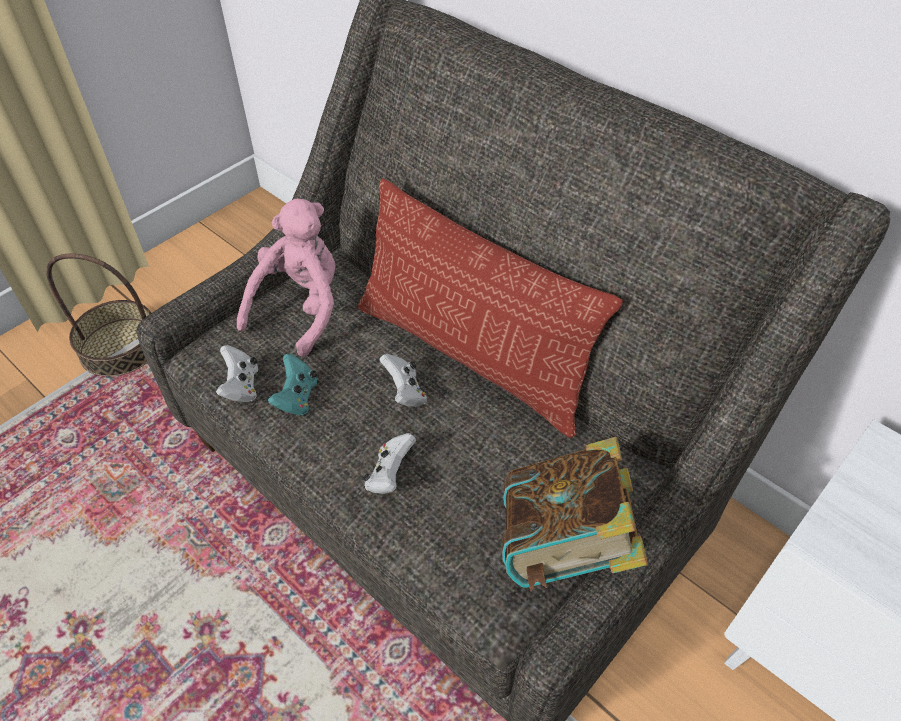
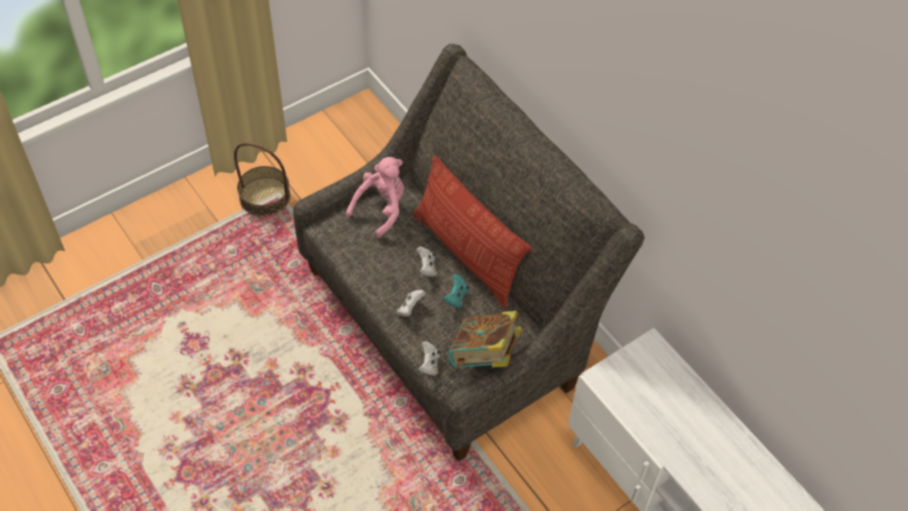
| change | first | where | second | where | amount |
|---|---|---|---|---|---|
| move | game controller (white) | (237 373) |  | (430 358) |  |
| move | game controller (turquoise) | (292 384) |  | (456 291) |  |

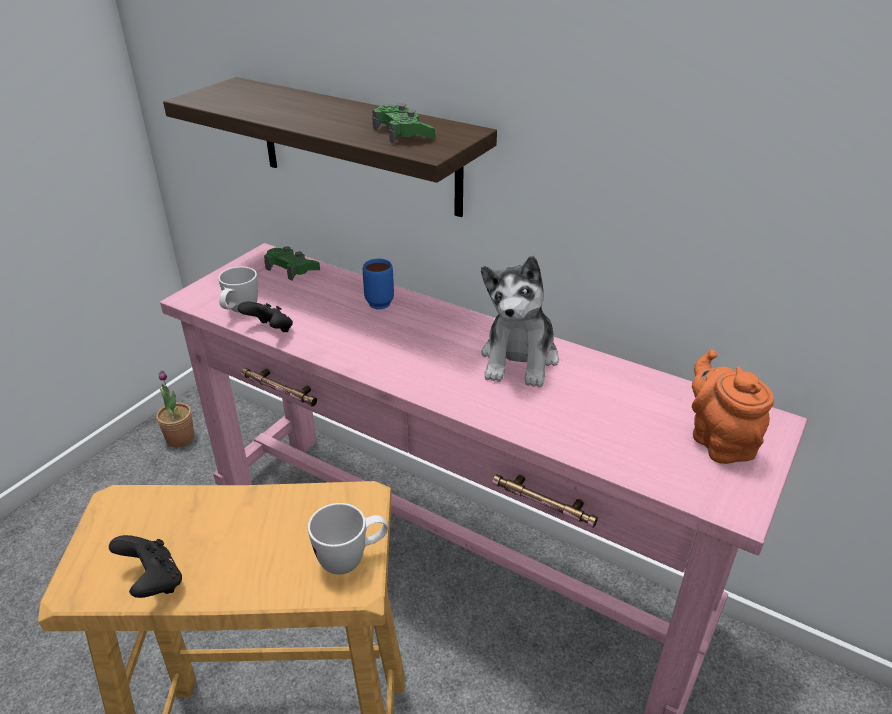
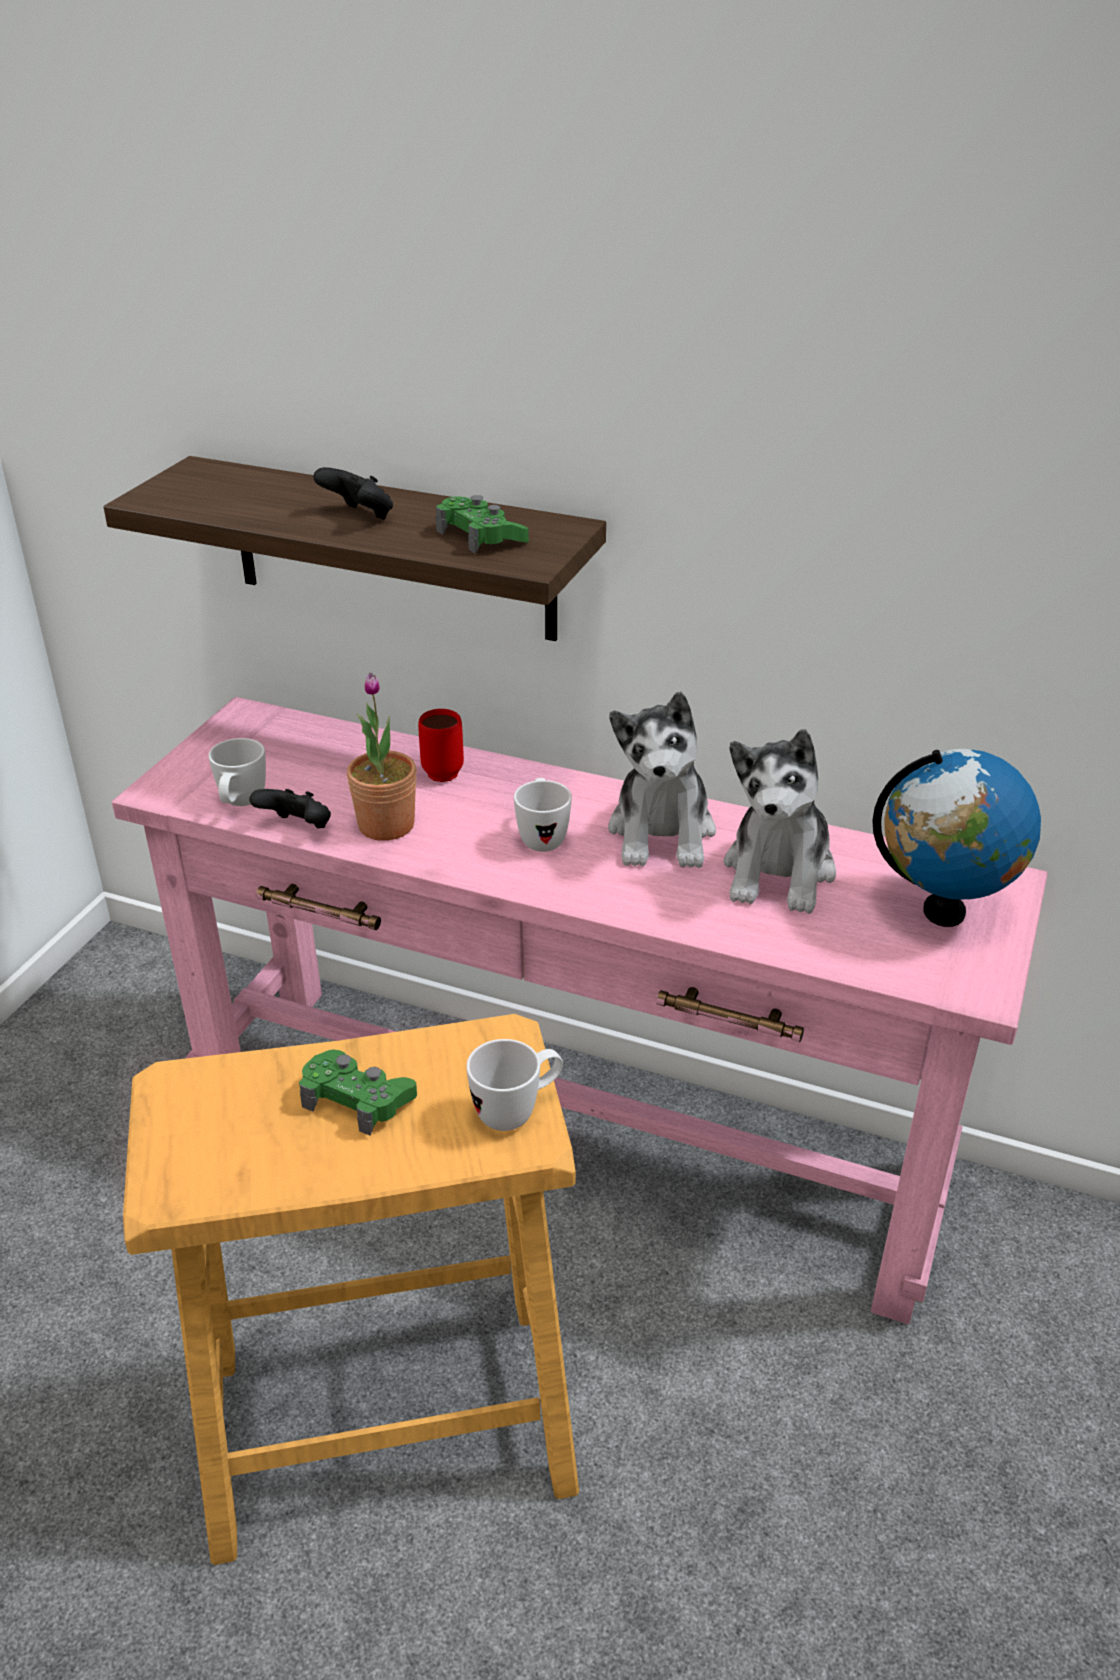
| change | first | where | second | where | amount |
|---|---|---|---|---|---|
| move | game controller (green) | (292 263) |  | (358 1092) |  |
| move | game controller (black) | (145 566) |  | (353 493) |  |
| move | potted plant | (175 408) |  | (382 757) |  |
| recolor | mug (blue) | (378 284) | mug (red) | (441 745) |  |
| insert |  |  | mug (white) | (543 815) |  |
| insert |  |  | plush toy | (780 821) |  |
| replace | teapot (orange) | (733 407) | globe | (956 838) |  |

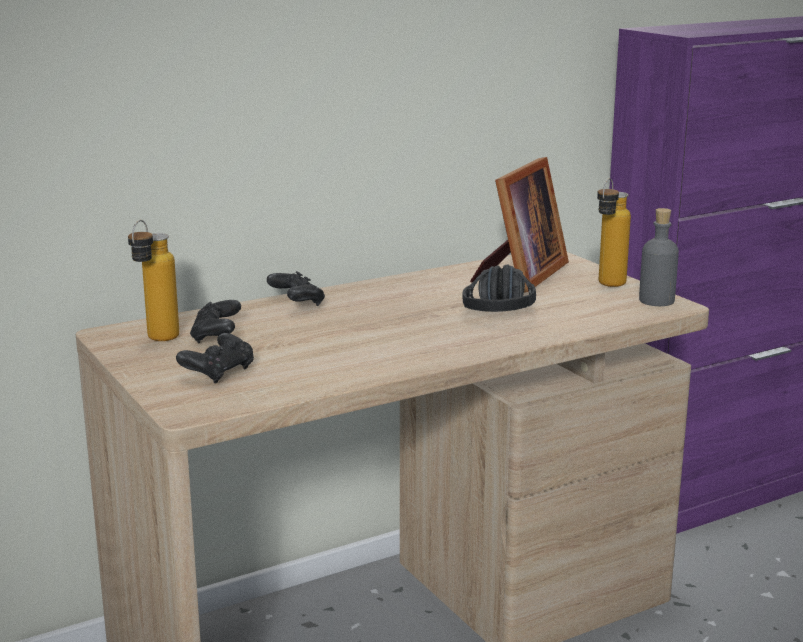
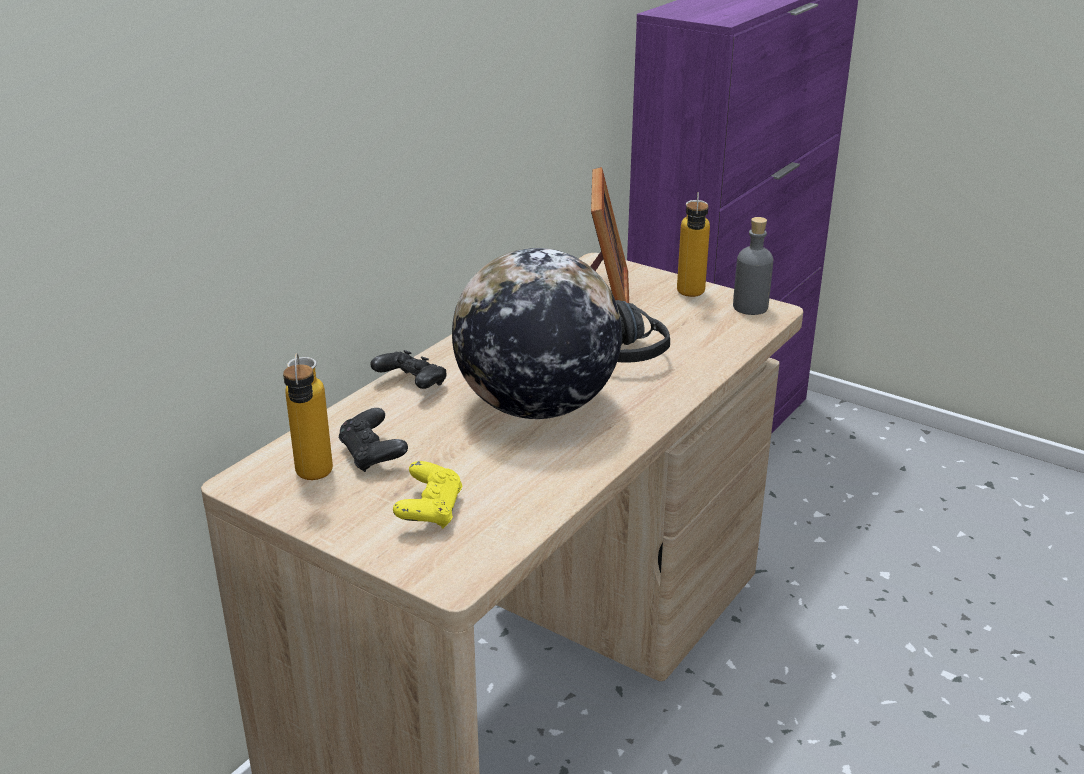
| change | first | where | second | where | amount |
|---|---|---|---|---|---|
| recolor | game controller (black) | (215 358) | game controller (yellow) | (427 495) |  |
| insert |  |  | globe | (537 333) |  |

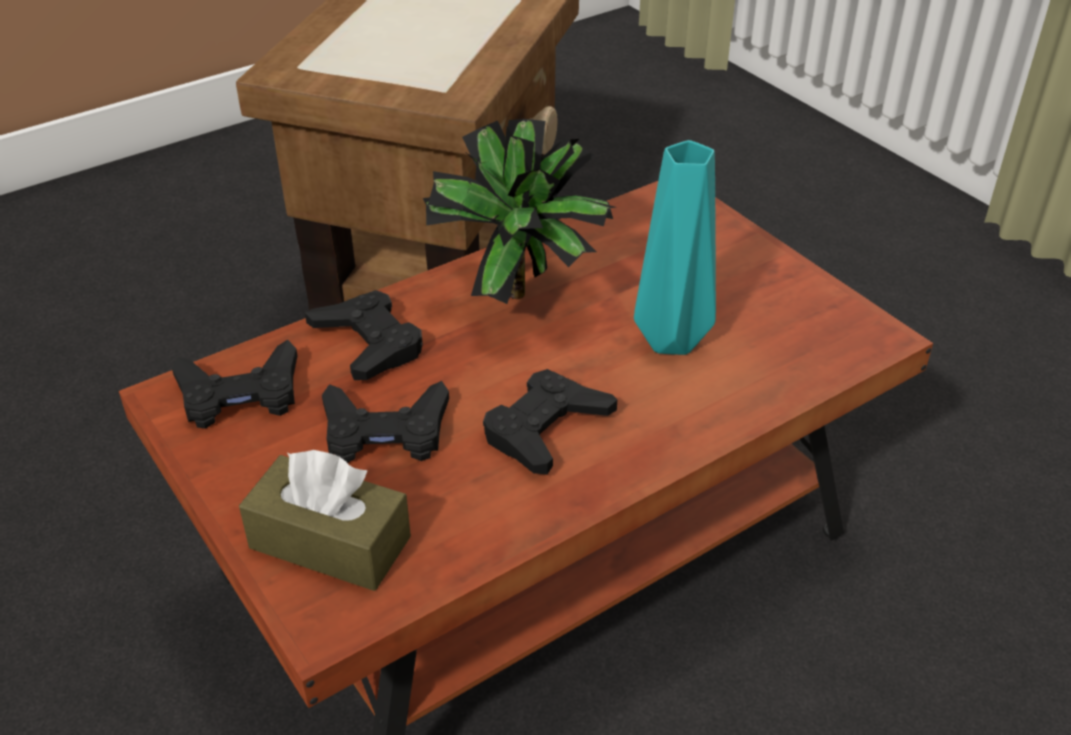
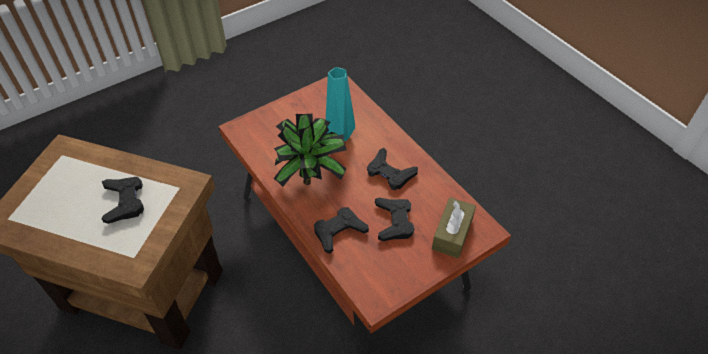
| change | first | where | second | where | amount |
|---|---|---|---|---|---|
| move | game controller (black) | (234 384) |  | (123 200) |  |

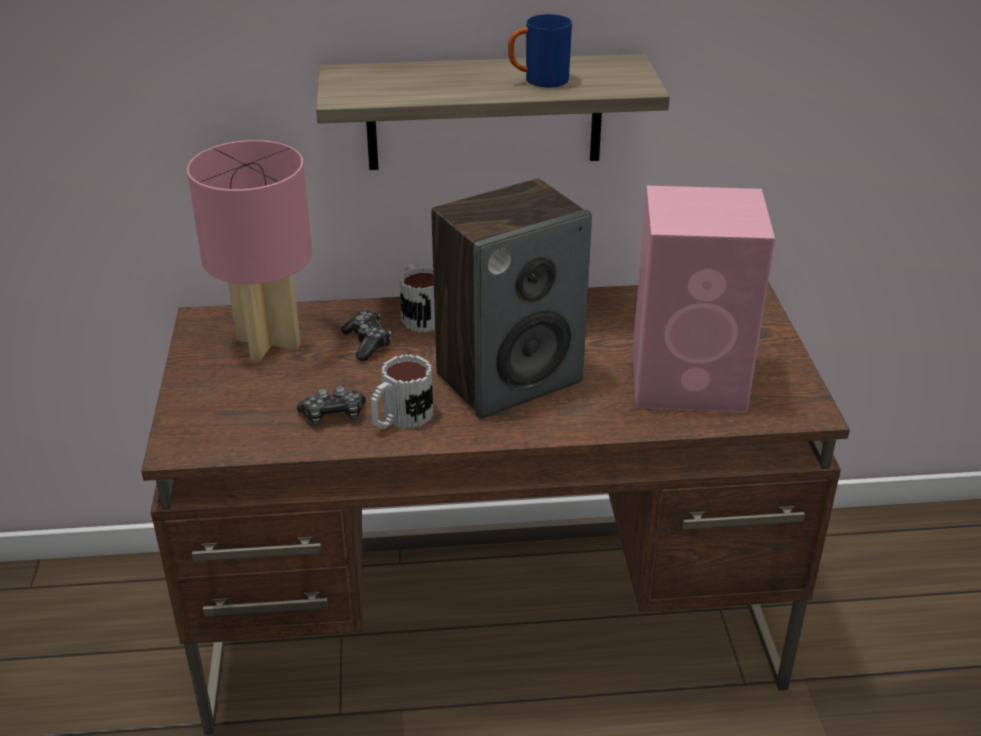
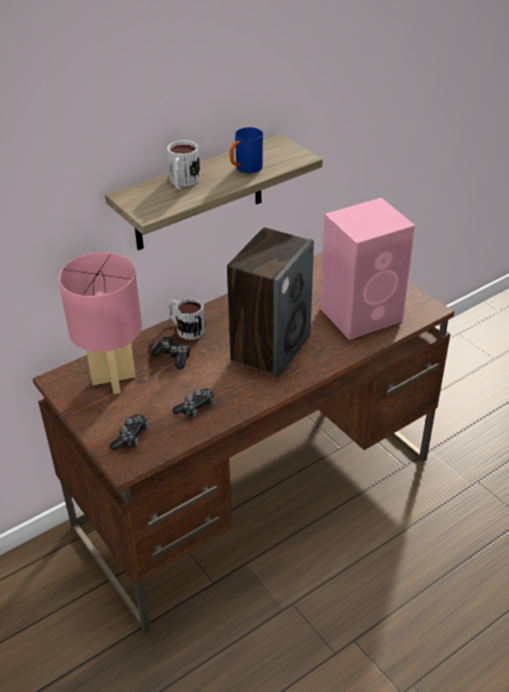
| change | first | where | second | where | amount |
|---|---|---|---|---|---|
| insert |  |  | game controller | (128 432) |  |
| move | mug | (402 392) |  | (184 165) |  |

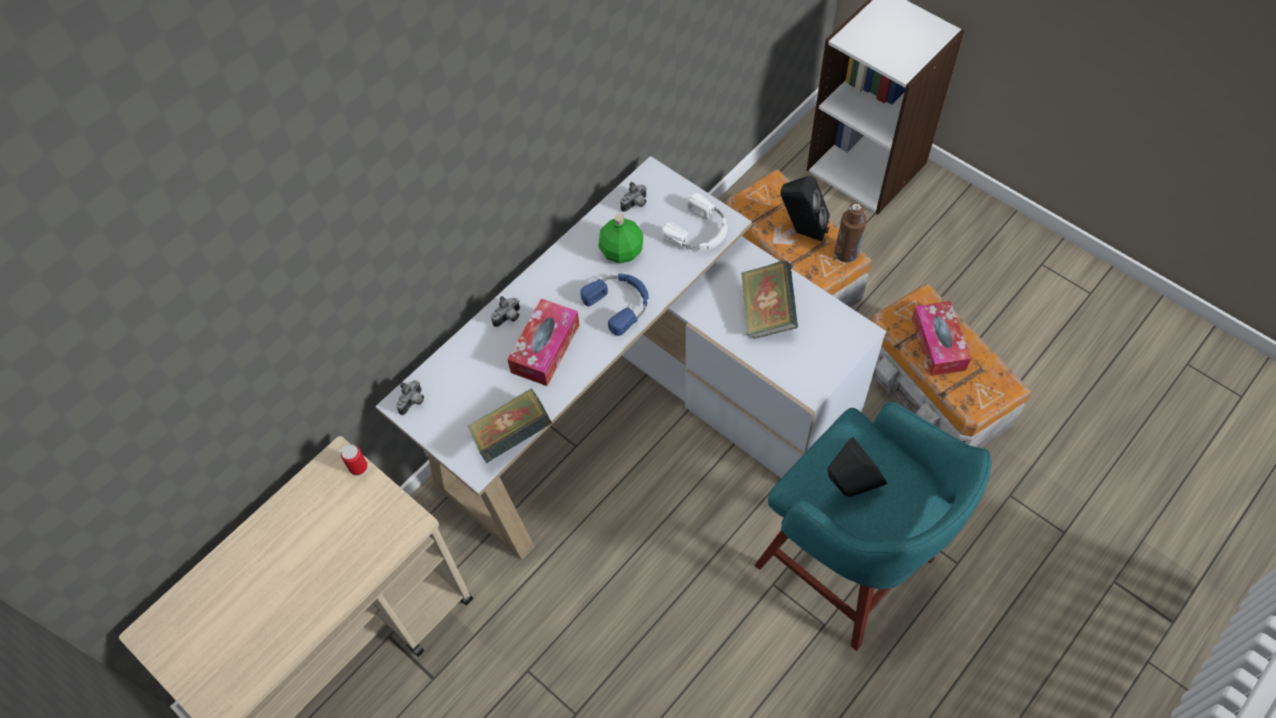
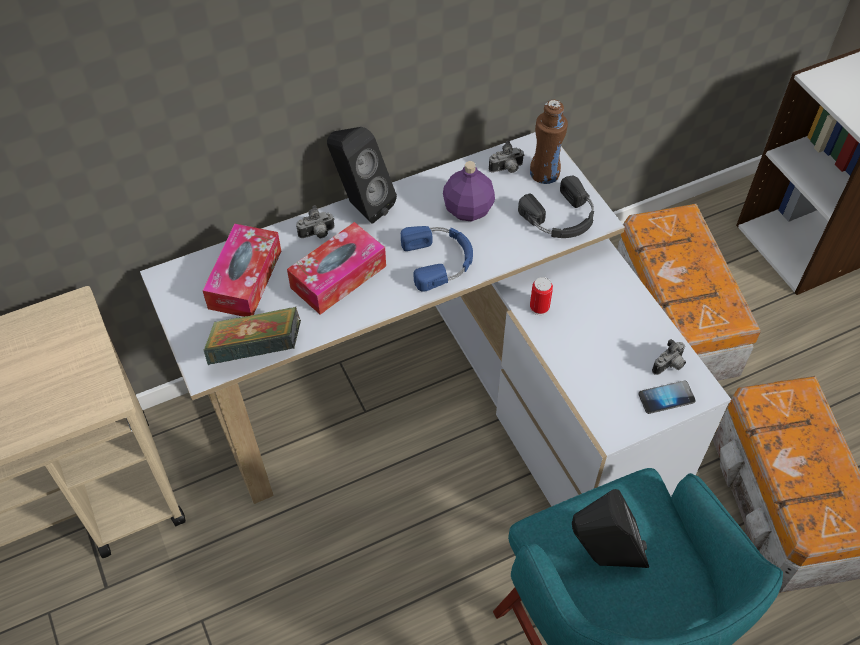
| change | first | where | second | where | amount |
|---|---|---|---|---|---|
| move | tissue box | (941 338) |  | (241 270) |  |
| move | speaker (black) | (805 209) |  | (362 175) |  |
| recolor | bottle (green) | (620 238) | bottle (purple) | (469 191) |  |
| recolor | headphones (white) | (694 222) | headphones (black) | (556 207) |  |
| move | bottle (brown) | (850 232) |  | (549 142) |  |
| move | can | (354 460) |  | (541 296) |  |
| insert |  |  | phone | (667 397) |  |
| move | photo camera | (410 397) |  | (669 357) |  |
| delete | book | (769 300) |  |  |  |

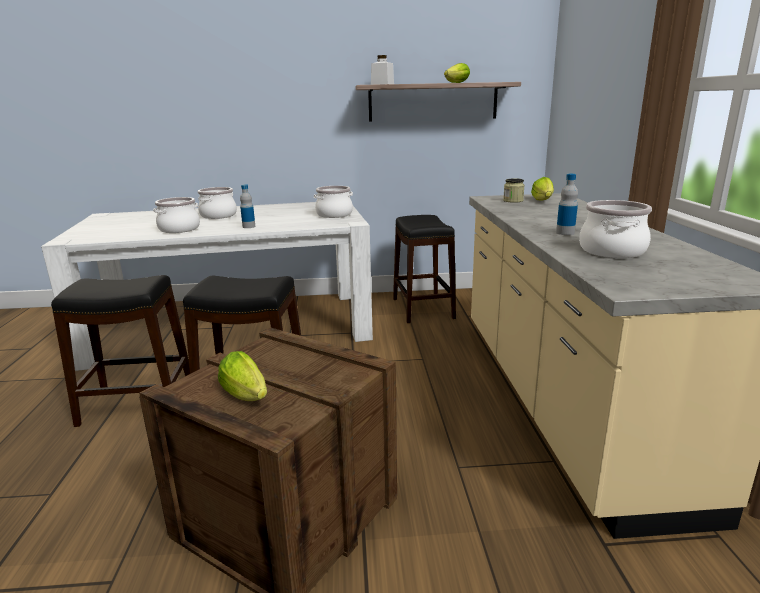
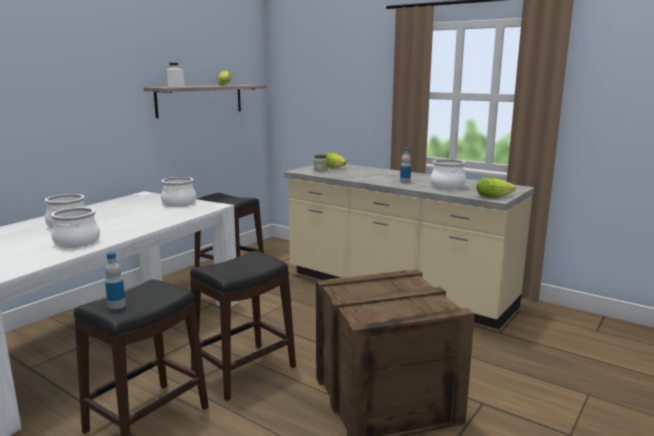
| change | first | where | second | where | amount |
|---|---|---|---|---|---|
| move | bottle | (247 206) |  | (115 280) |  |
| move | lettuce | (242 376) |  | (496 187) |  |

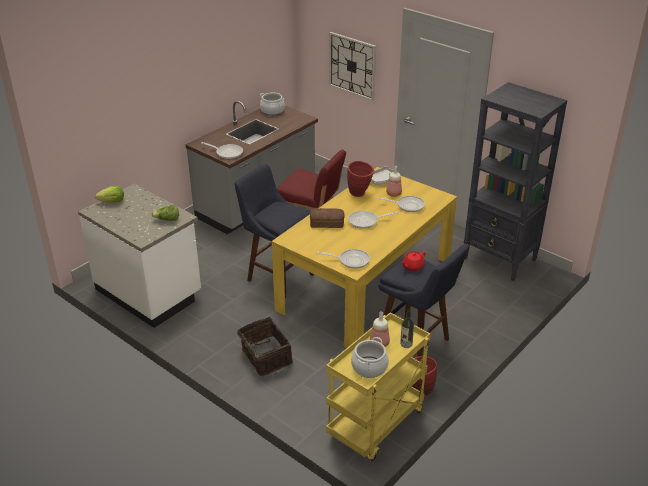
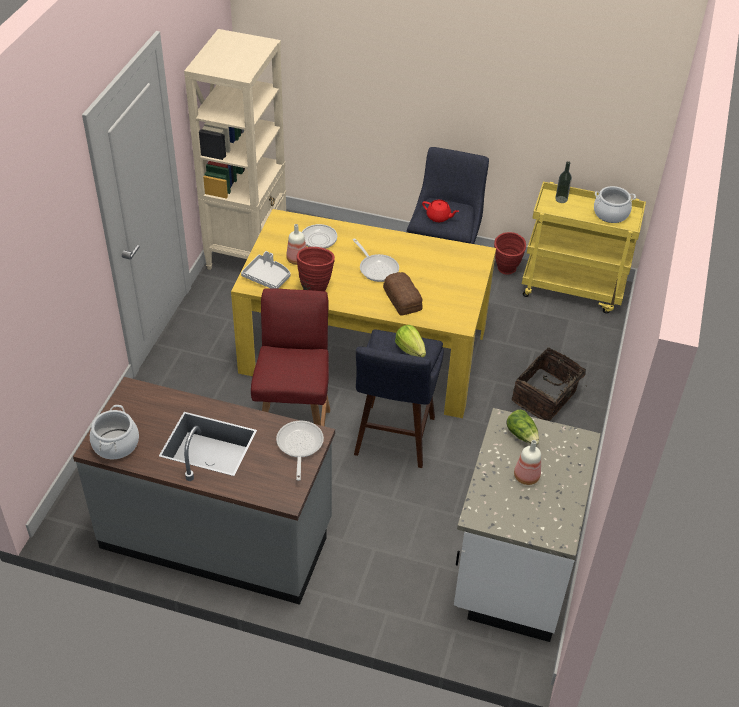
| change | first | where | second | where | amount |
|---|---|---|---|---|---|
| recolor | bookcase (black) | (515 181) | bookcase (beige) | (235 149) |  |
| move | lettuce | (109 194) |  | (410 341) |  |
| move | bottle | (380 329) |  | (527 462) |  |
| delete | frying pan | (343 259) |  |  |  |
| delete | wall clock | (352 66) |  |  |  |

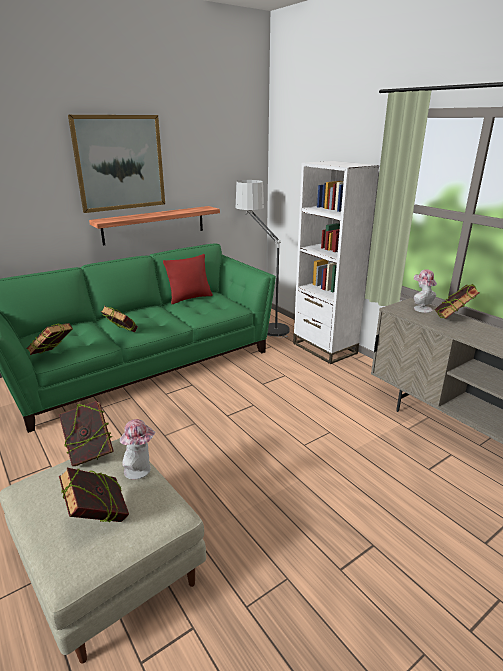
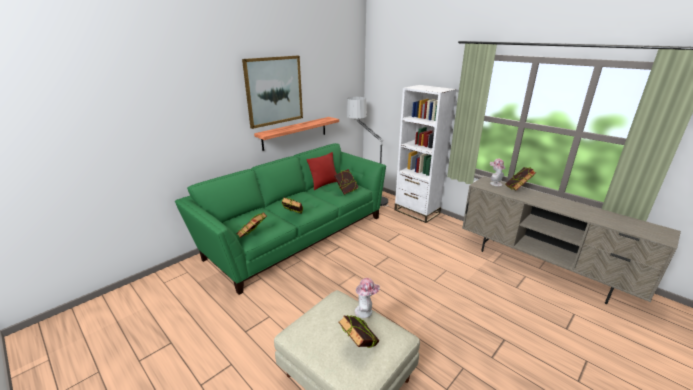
| change | first | where | second | where | amount |
|---|---|---|---|---|---|
| move | book | (86 433) |  | (346 182) |  |

